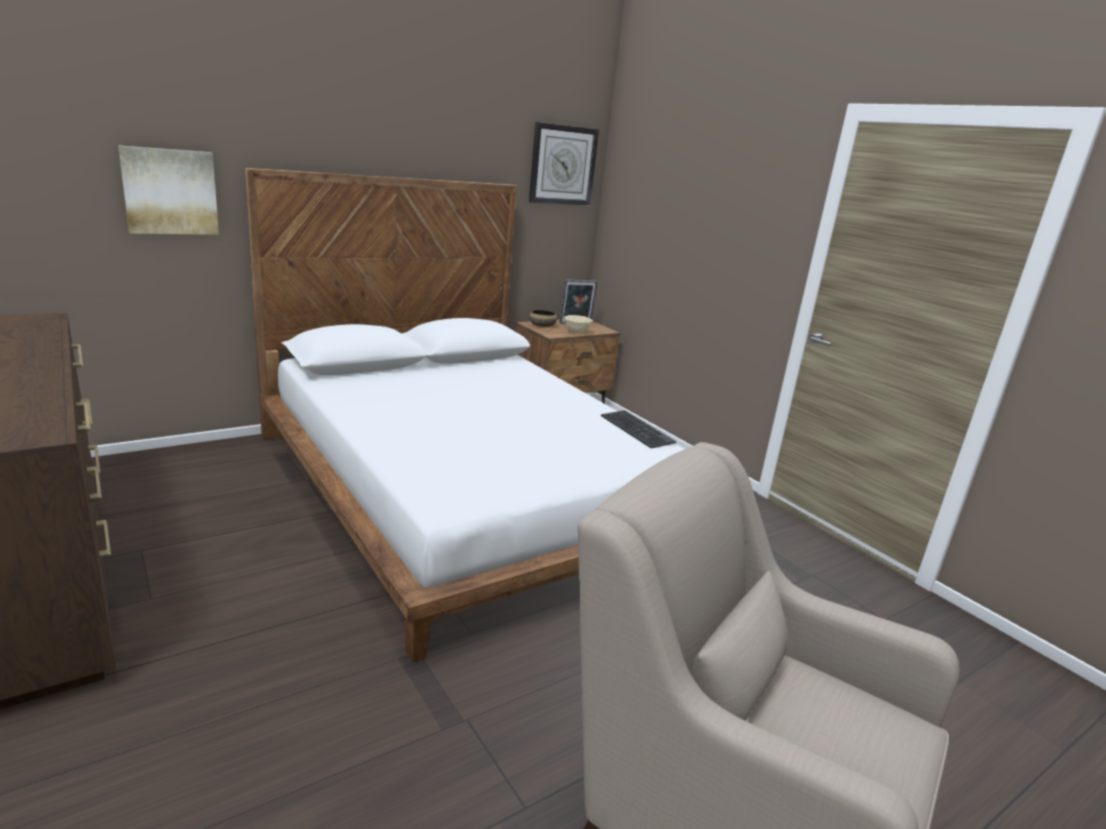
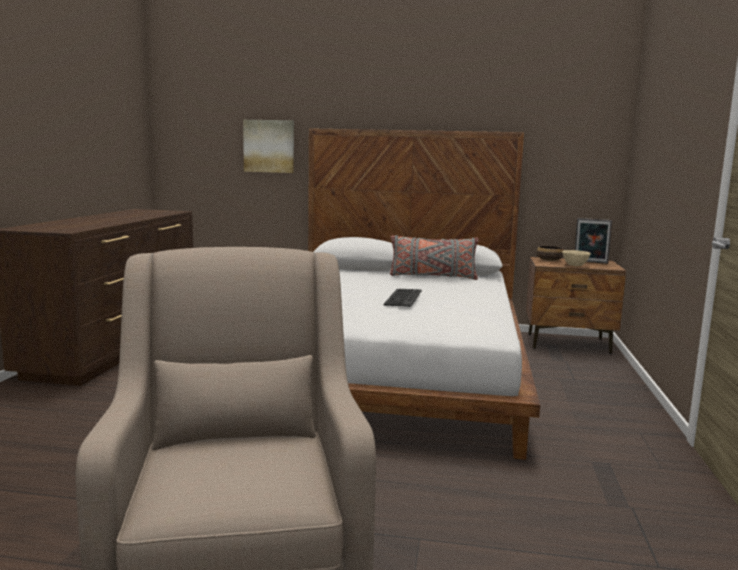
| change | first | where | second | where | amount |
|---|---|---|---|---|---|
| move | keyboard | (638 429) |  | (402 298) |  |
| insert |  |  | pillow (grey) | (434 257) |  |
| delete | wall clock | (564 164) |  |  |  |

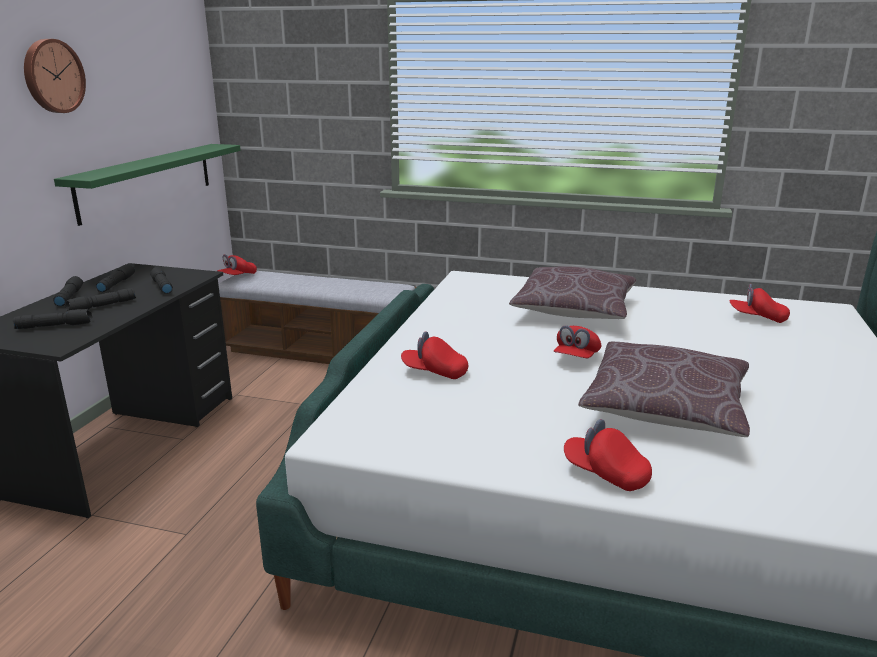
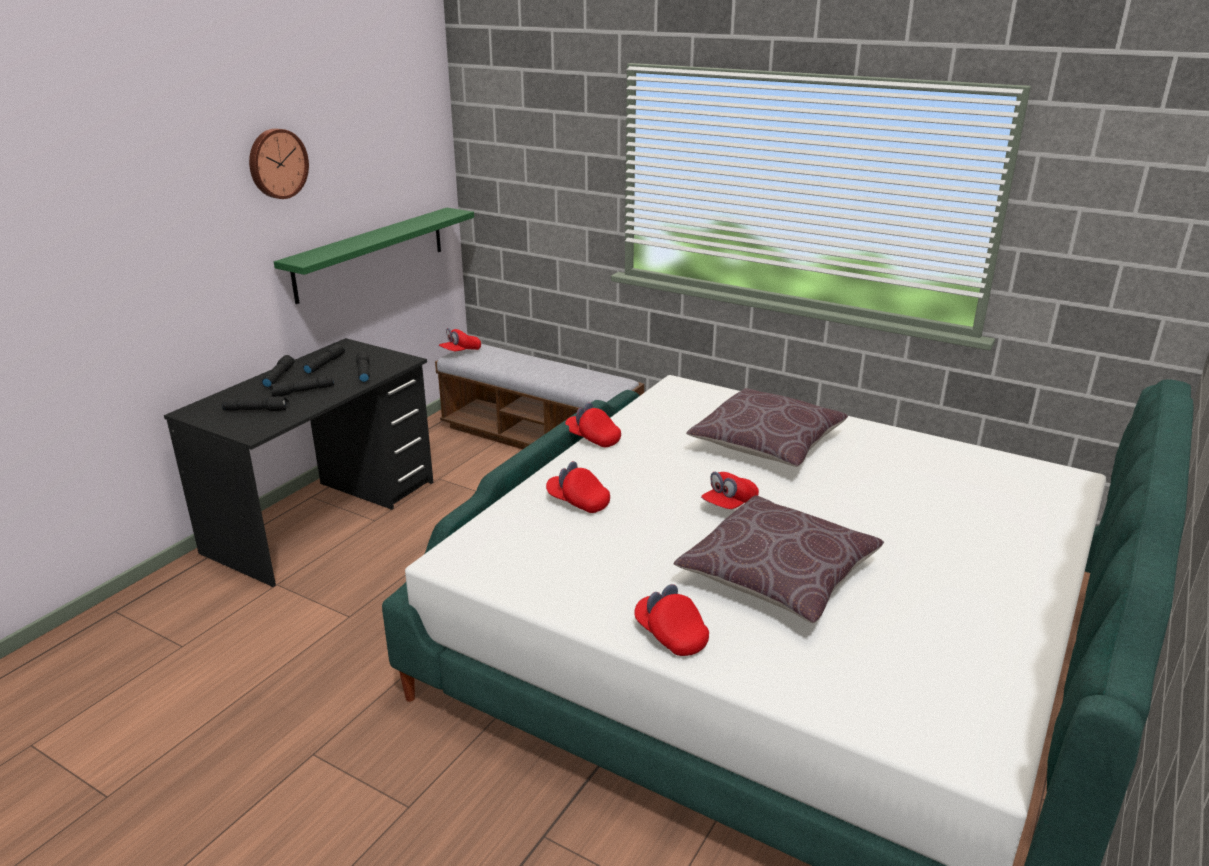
| change | first | where | second | where | amount |
|---|---|---|---|---|---|
| move | cap (red) | (760 303) |  | (593 425) |  |

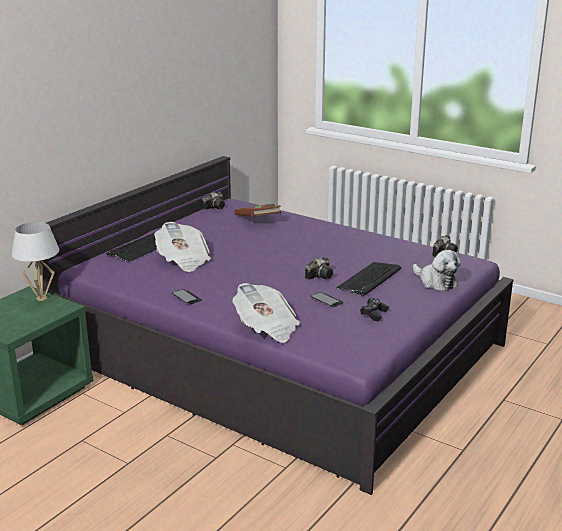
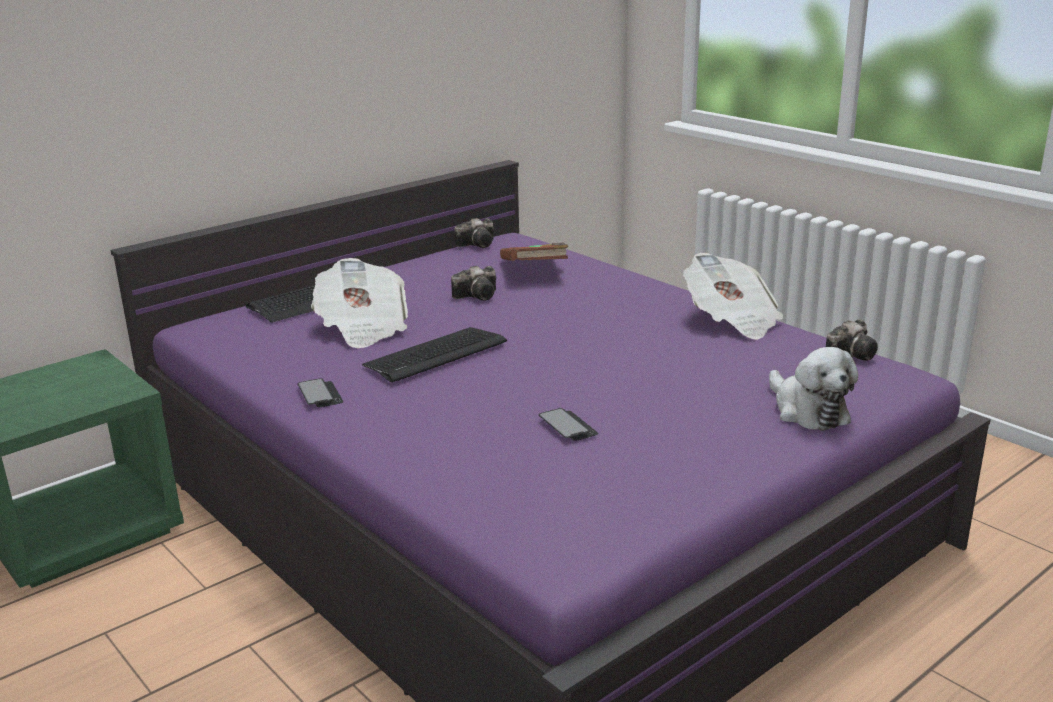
| change | first | where | second | where | amount |
|---|---|---|---|---|---|
| move | keyboard | (369 279) |  | (434 354) |  |
| move | photo camera | (319 268) |  | (473 283) |  |
| move | newspaper | (266 313) |  | (733 296) |  |
| delete | table lamp (white) | (35 261) |  |  |  |
| delete | game controller (black) | (374 309) |  |  |  |

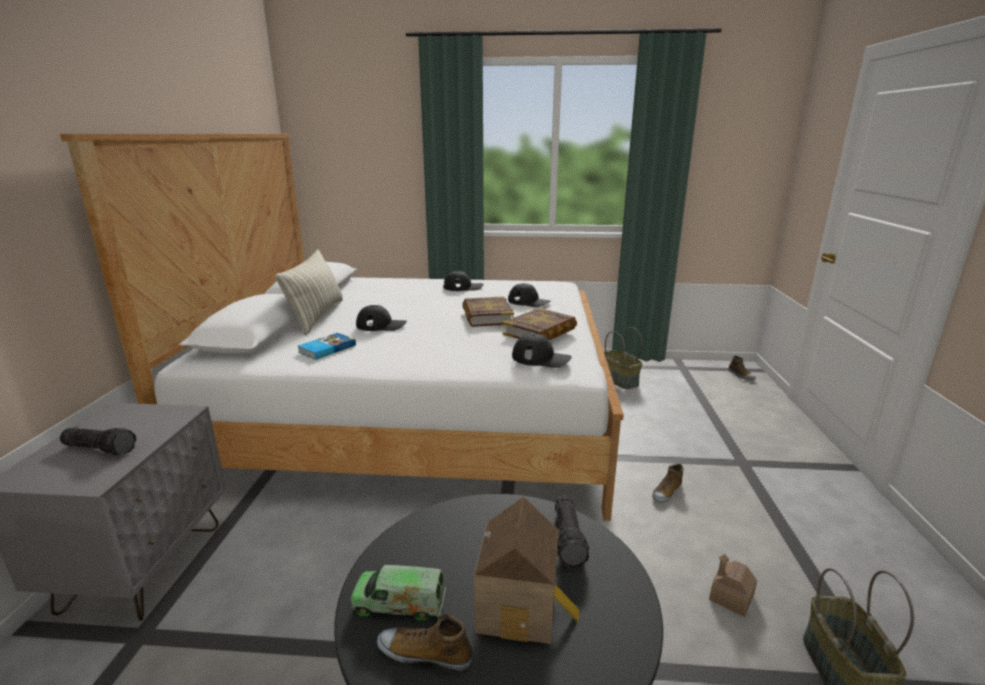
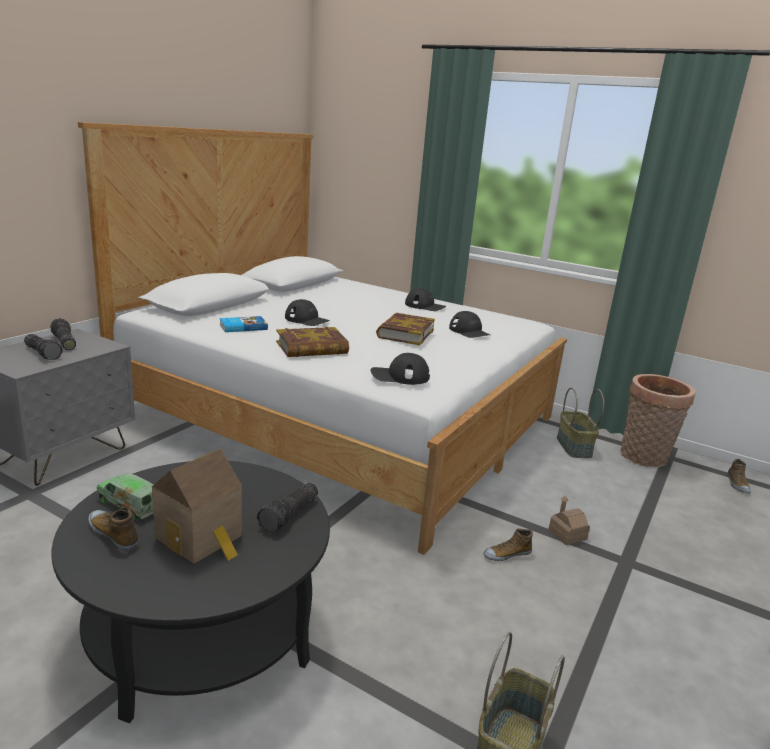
| change | first | where | second | where | amount |
|---|---|---|---|---|---|
| insert |  |  | flashlight | (63 334) |  |
| move | book | (539 325) |  | (312 342) |  |
| rotate | cap (black) | (542 350) |  | (400 369) | 135 degrees clockwise |
| move | toy house | (733 585) |  | (569 520) |  |
| insert |  |  | basket | (658 420) |  |
| delete | pillow | (309 292) |  |  |  |

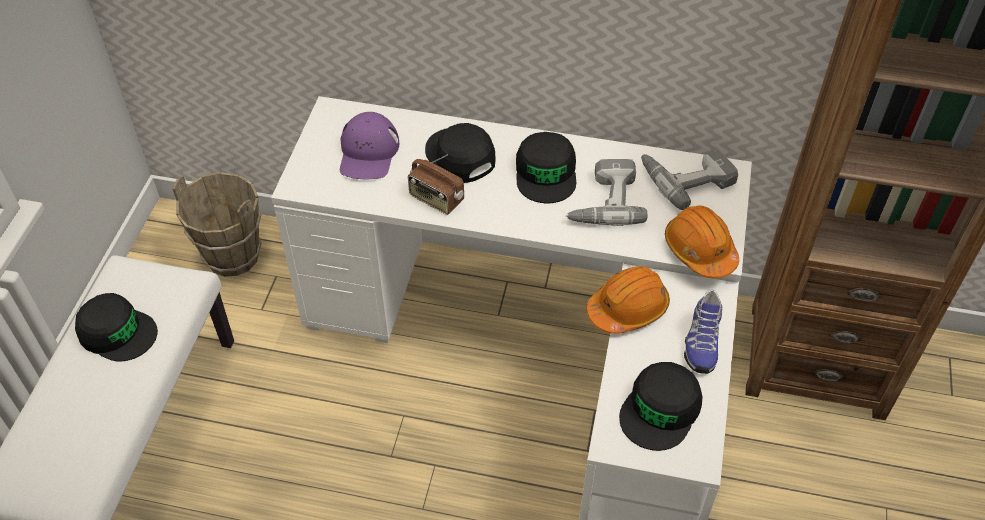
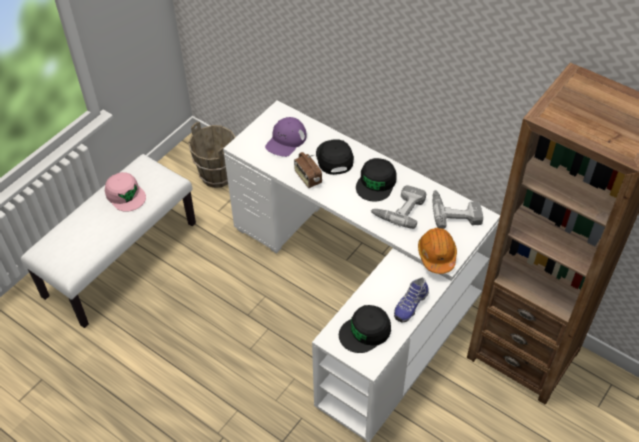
| change | first | where | second | where | amount |
|---|---|---|---|---|---|
| recolor | cap (black) | (116 327) | cap (pink) | (125 192) |  |
| delete | hard hat (orange) | (628 300) |  |  |  |

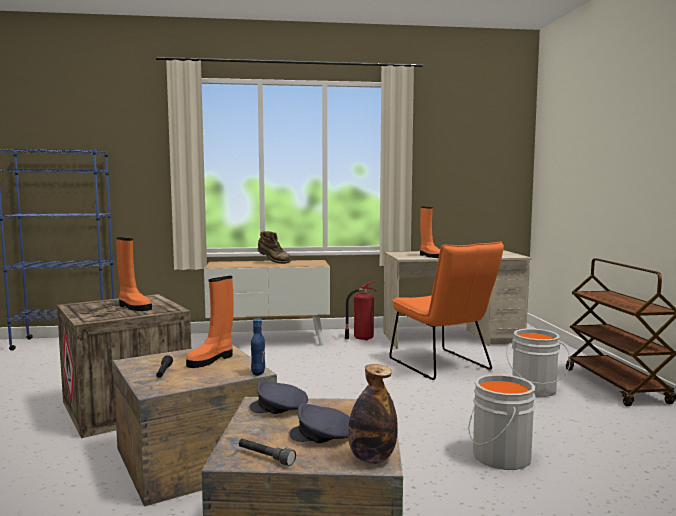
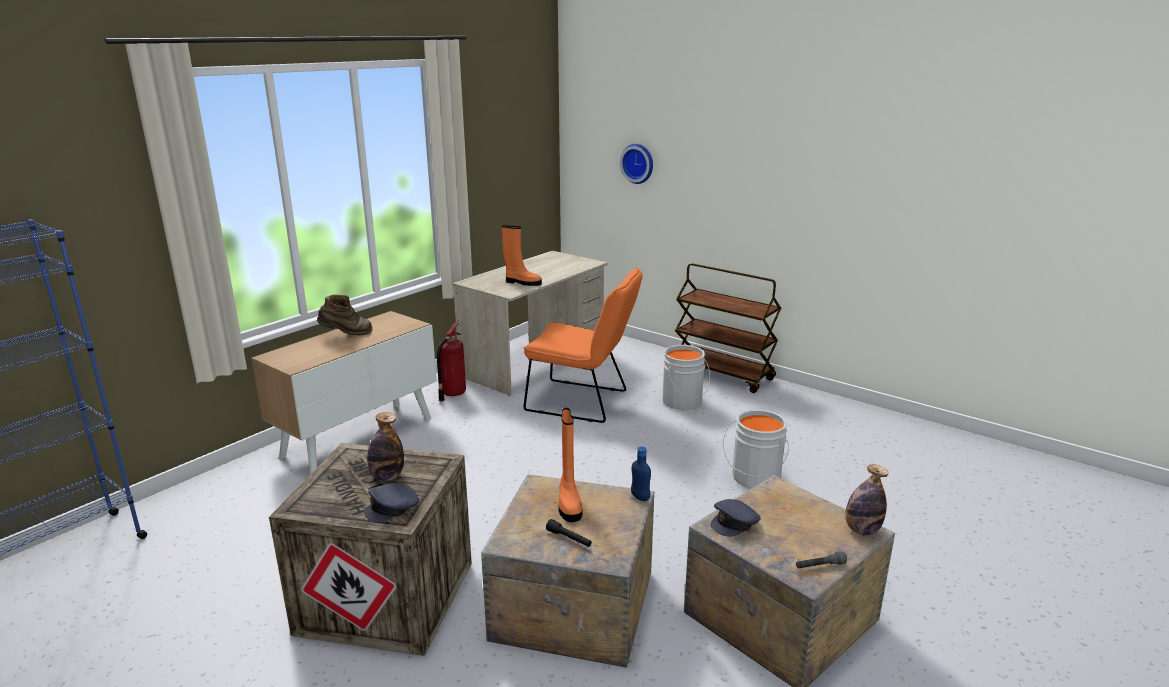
| change | first | where | second | where | amount |
|---|---|---|---|---|---|
| move | cap (grey) | (320 423) |  | (391 502) |  |
| replace | boot (orange) | (134 274) | bottle | (385 446) |  |
| insert |  |  | wall clock | (636 164) |  |

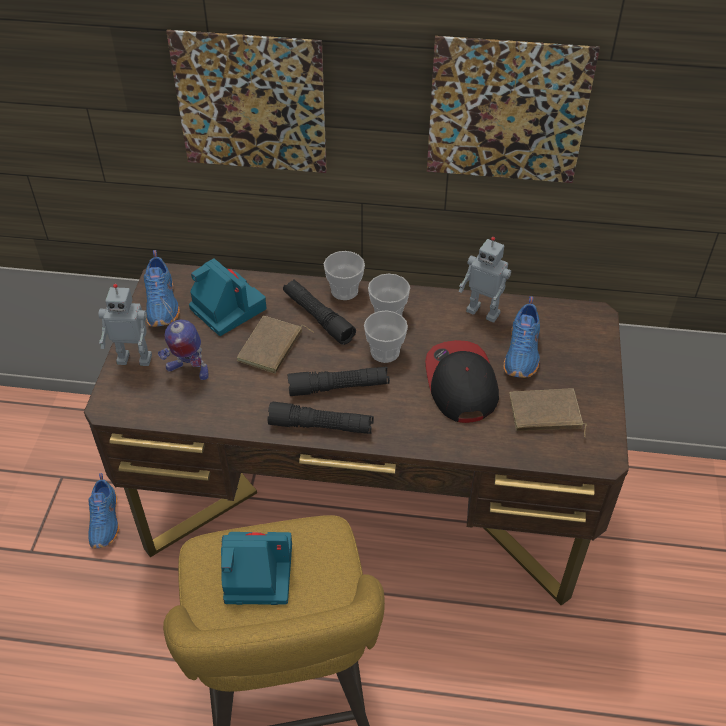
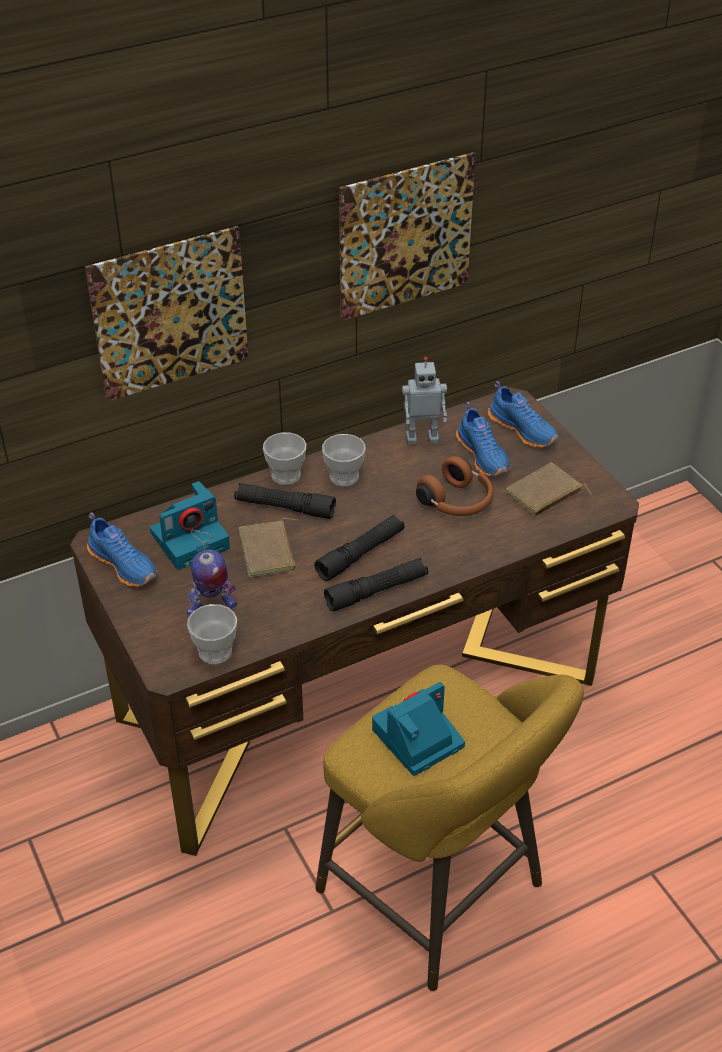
| change | first | where | second | where | amount |
|---|---|---|---|---|---|
| rotate | photo camera | (228 297) |  | (190 525) | 135 degrees clockwise |
| move | cup | (386 336) |  | (212 634) |  |
| replace | cap | (462 381) | headphones (brown) | (455 486) |  |
| move | shoe (blue) | (103 510) |  | (523 414) |  |
| delete | toy robot | (125 325) |  |  |  |

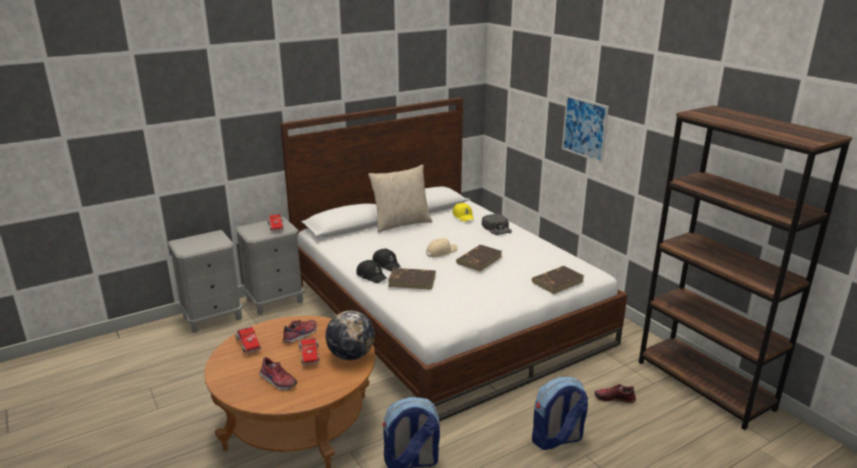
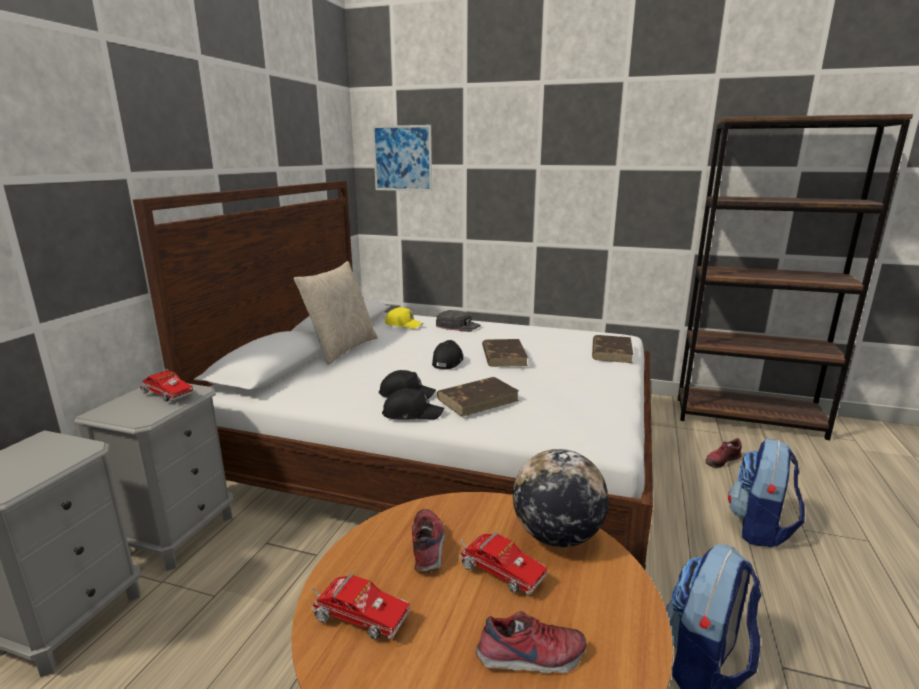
| change | first | where | second | where | amount |
|---|---|---|---|---|---|
| move | picture | (585 129) |  | (402 158) |  |
| recolor | cap (beige) | (441 248) | cap (black) | (447 355) |  |

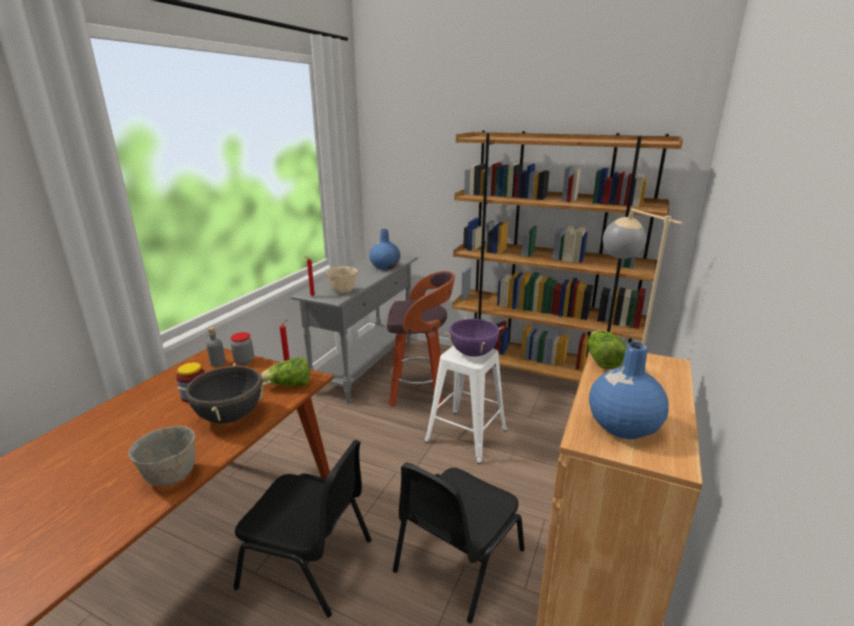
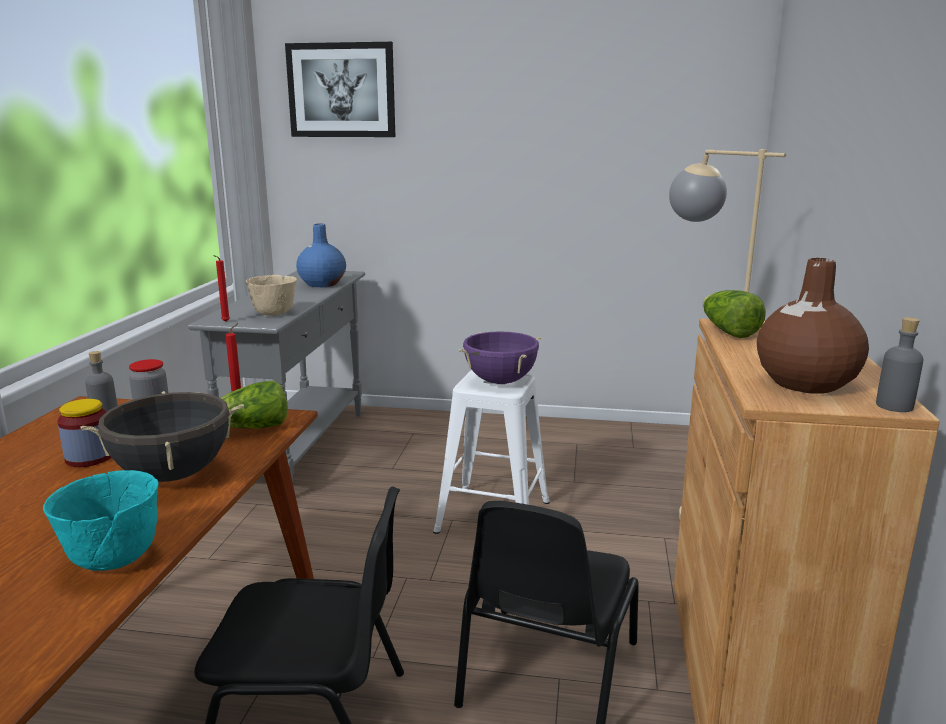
| change | first | where | second | where | amount |
|---|---|---|---|---|---|
| recolor | bowl (grey) | (161 456) | bowl (turquoise) | (100 520) |  |
| insert |  |  | picture | (340 89) |  |
| recolor | vase (blue) | (629 390) | vase (brown) | (813 326) |  |
| insert |  |  | bottle (grey) | (899 364) |  |
| delete | stool | (421 339) |  |  |  |
| delete | bookcase (brown) | (567 256) |  |  |  |

